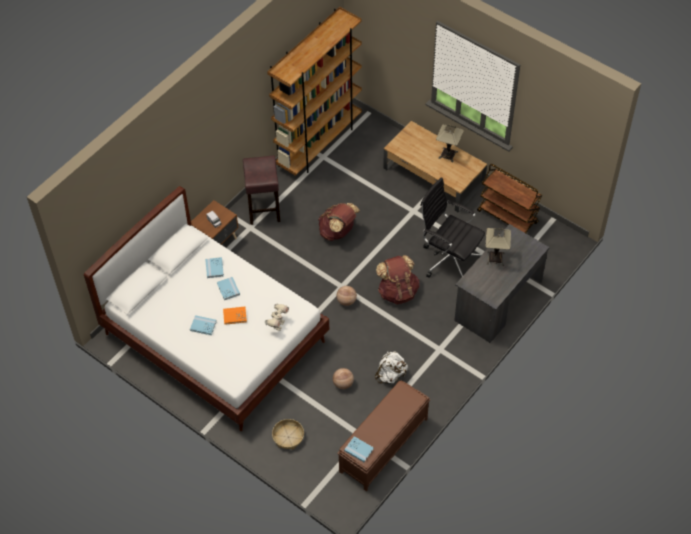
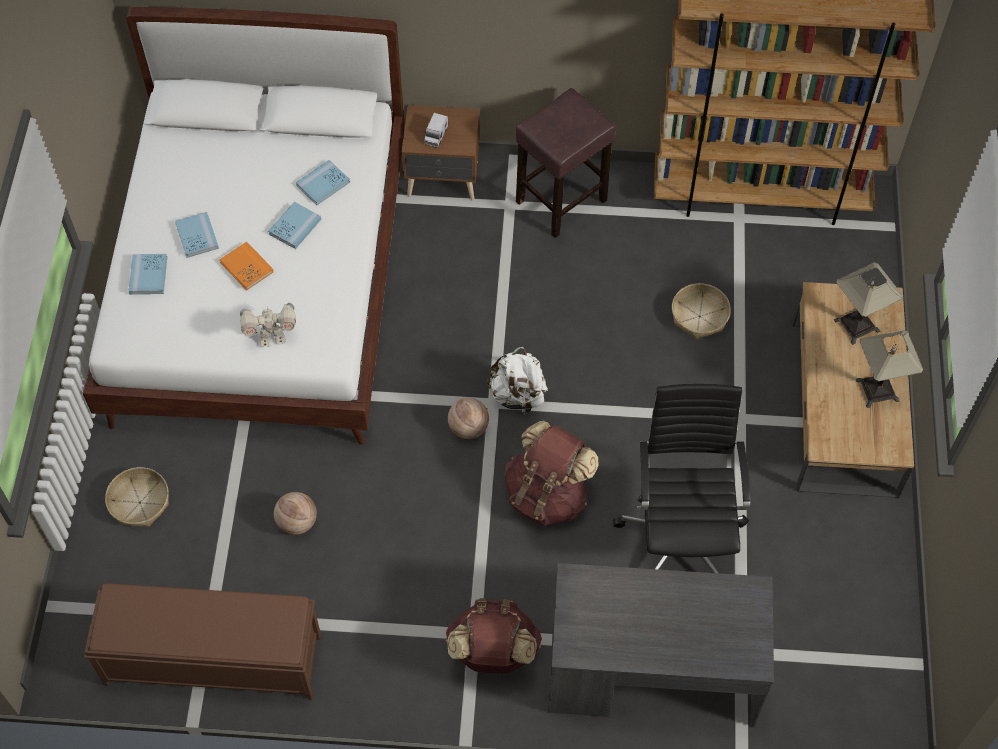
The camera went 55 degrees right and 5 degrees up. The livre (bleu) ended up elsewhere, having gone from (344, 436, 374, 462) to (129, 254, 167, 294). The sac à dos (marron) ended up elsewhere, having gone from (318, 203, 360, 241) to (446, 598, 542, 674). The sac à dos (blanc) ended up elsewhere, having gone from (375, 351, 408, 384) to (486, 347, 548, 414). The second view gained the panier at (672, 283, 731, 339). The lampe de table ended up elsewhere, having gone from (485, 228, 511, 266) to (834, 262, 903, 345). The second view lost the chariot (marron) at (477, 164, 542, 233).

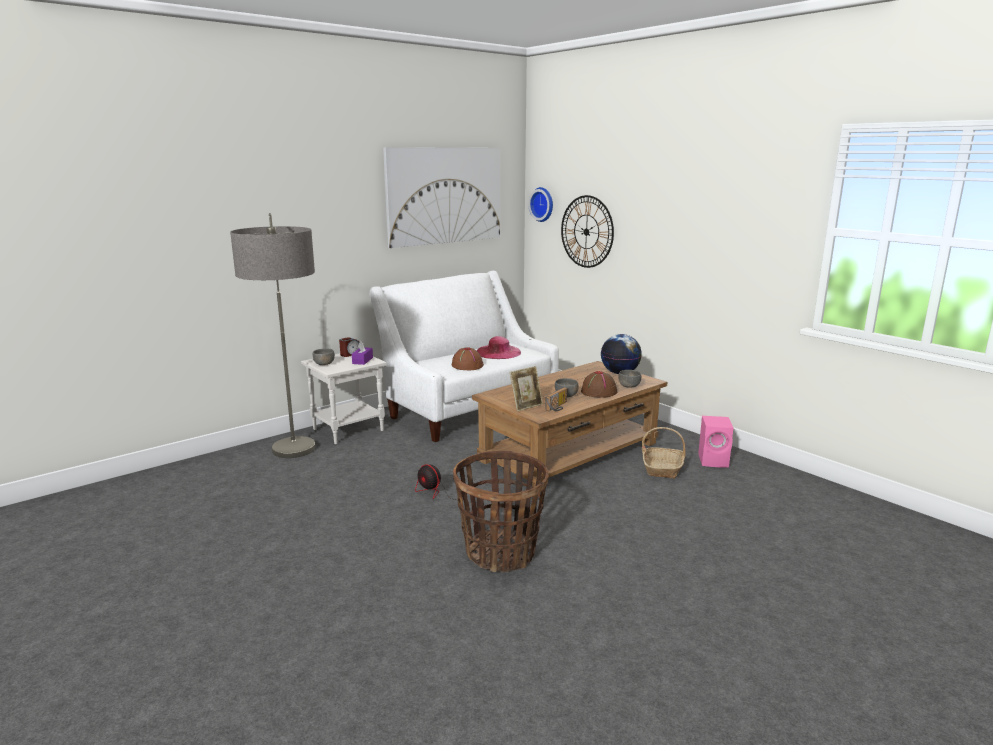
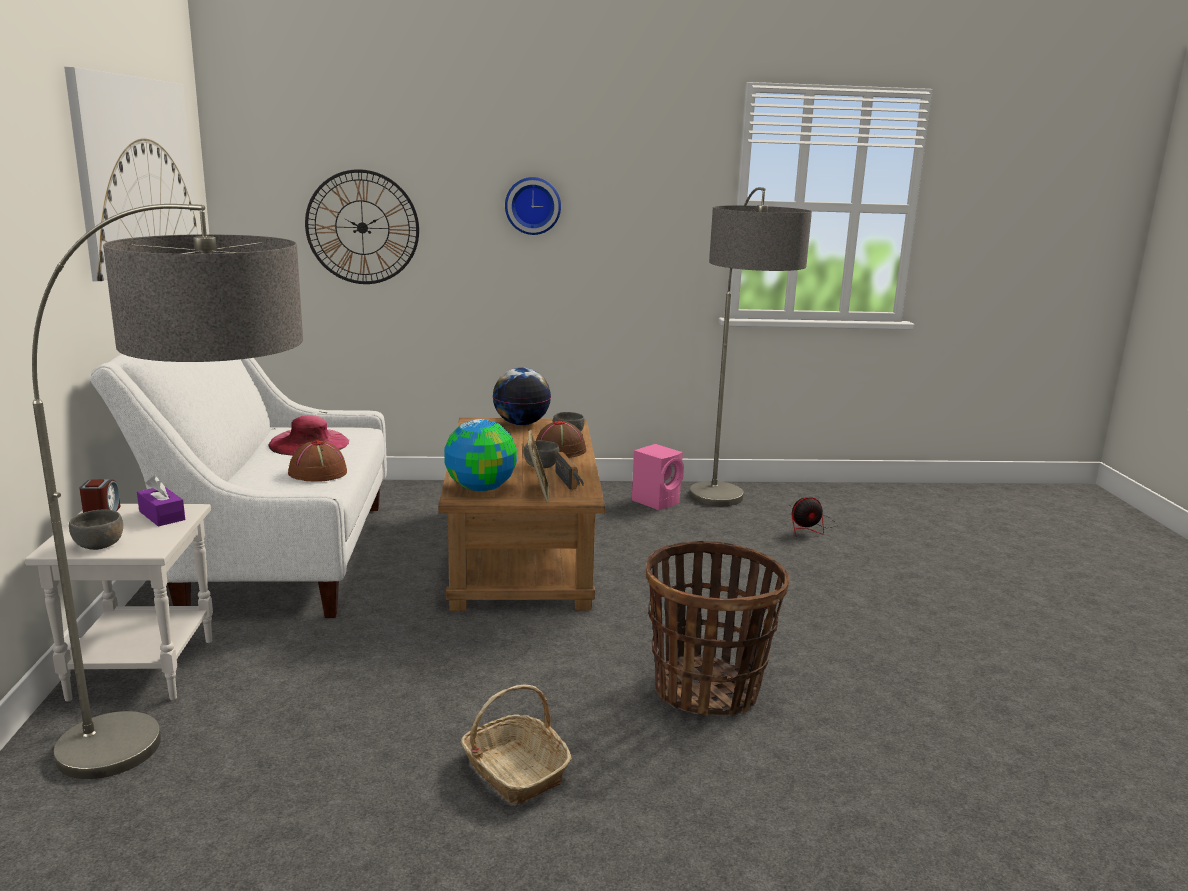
The camera went 55 degrees left and 0 degrees up. The second view gained the globe at (444, 419, 517, 492). The panier ended up elsewhere, having gone from (641, 427, 686, 479) to (461, 685, 572, 805). The horloge murale ended up elsewhere, having gone from (528, 187, 553, 222) to (505, 177, 561, 235). The second view gained the lampadaire at (689, 187, 812, 506). The ventilateur ended up elsewhere, having gone from (415, 464, 476, 500) to (791, 497, 838, 536).

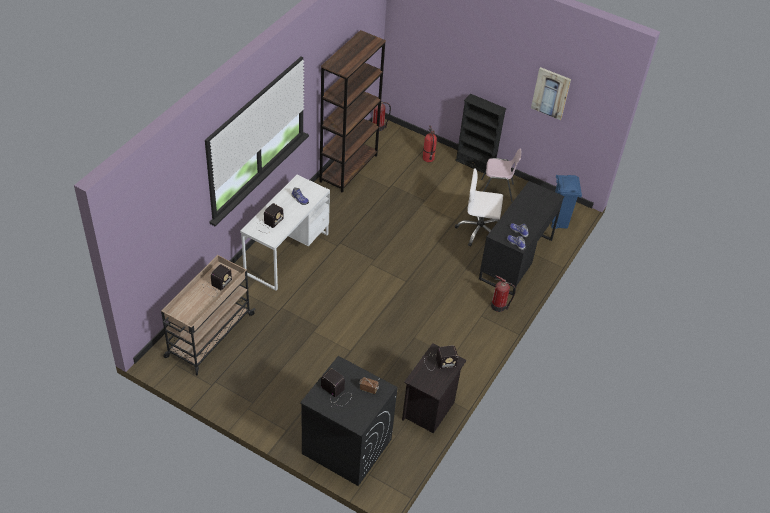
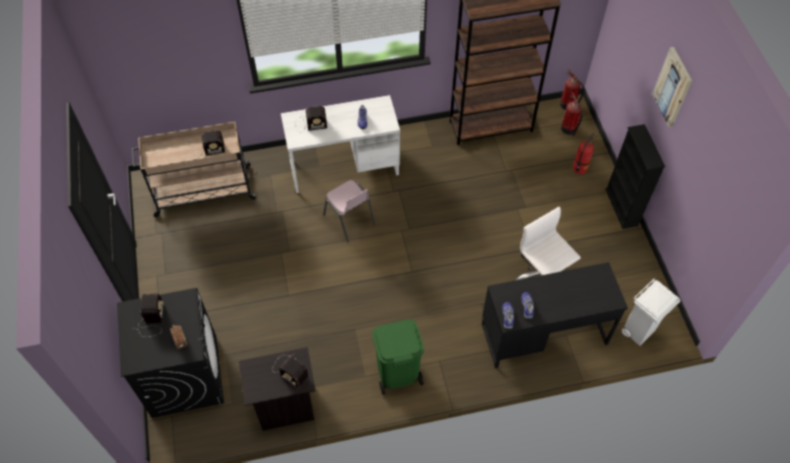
The camera went 50 degrees right and 10 degrees up. The chaise (rose) ended up elsewhere, having gone from (481, 148, 521, 202) to (323, 180, 376, 242). The second view gained the poubelle (vert) at (372, 319, 424, 395). The extincteur ended up elsewhere, having gone from (491, 275, 516, 312) to (561, 92, 582, 136). What was the poubelle (bleu) at (551, 175, 582, 229) turned into the poubelle (blanc) at (622, 279, 681, 346). The tableau ended up elsewhere, having gone from (531, 67, 571, 120) to (652, 47, 692, 127).

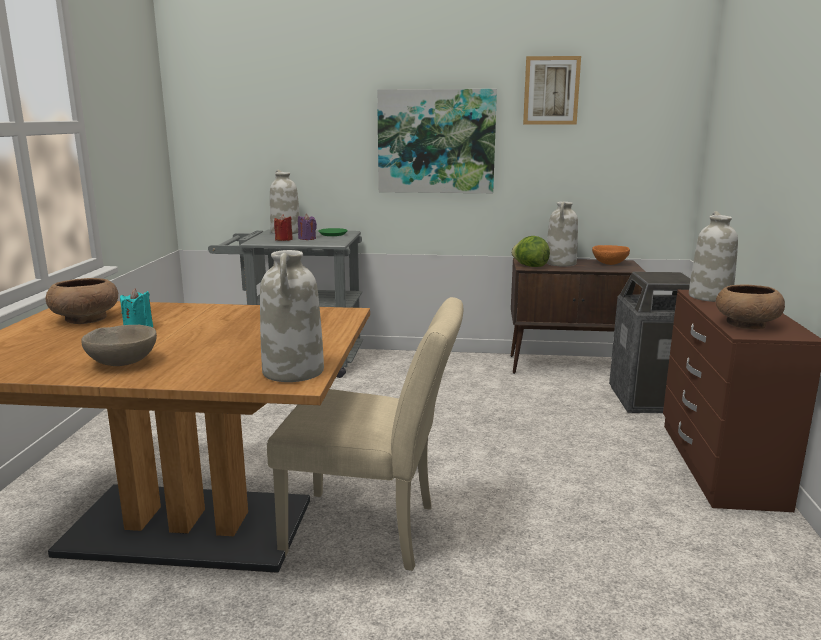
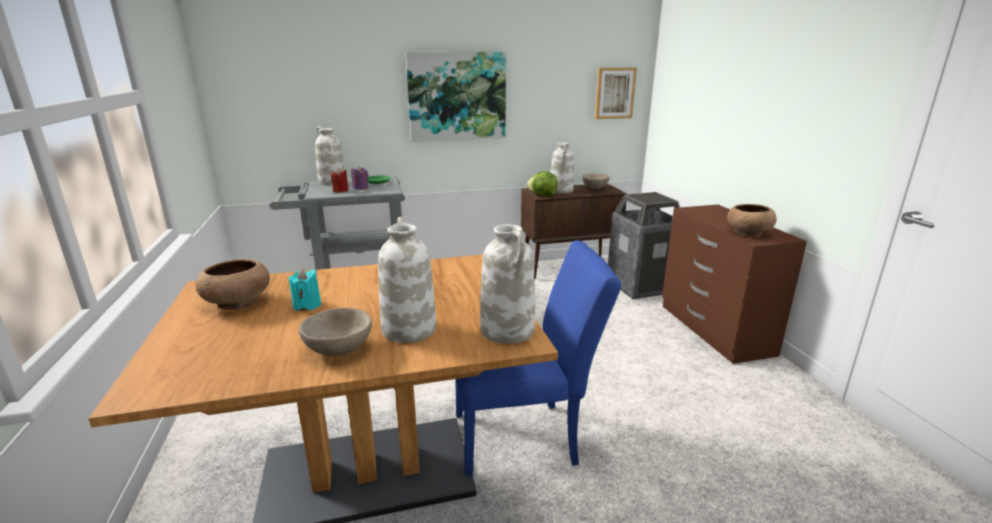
The camera went 20 degrees left and 5 degrees up. The vase (blanc) ended up elsewhere, having gone from (689, 211, 738, 302) to (378, 217, 436, 343). What was the chaise (beige) at (267, 297, 463, 571) turned into the chaise (bleu) at (455, 240, 621, 476). What was the bol (orange) at (592, 245, 630, 265) turned into the bol (beige) at (582, 173, 610, 189). The tableau ended up elsewhere, having gone from (523, 56, 581, 124) to (595, 67, 637, 119).

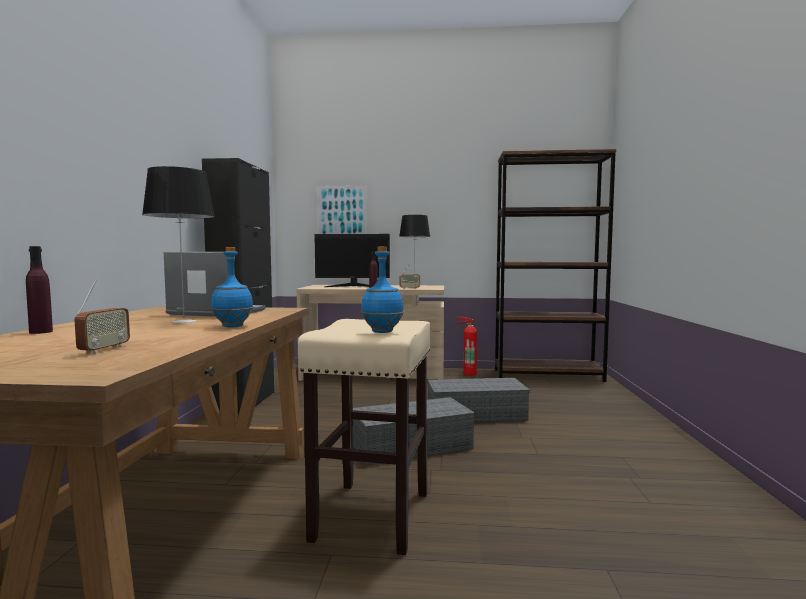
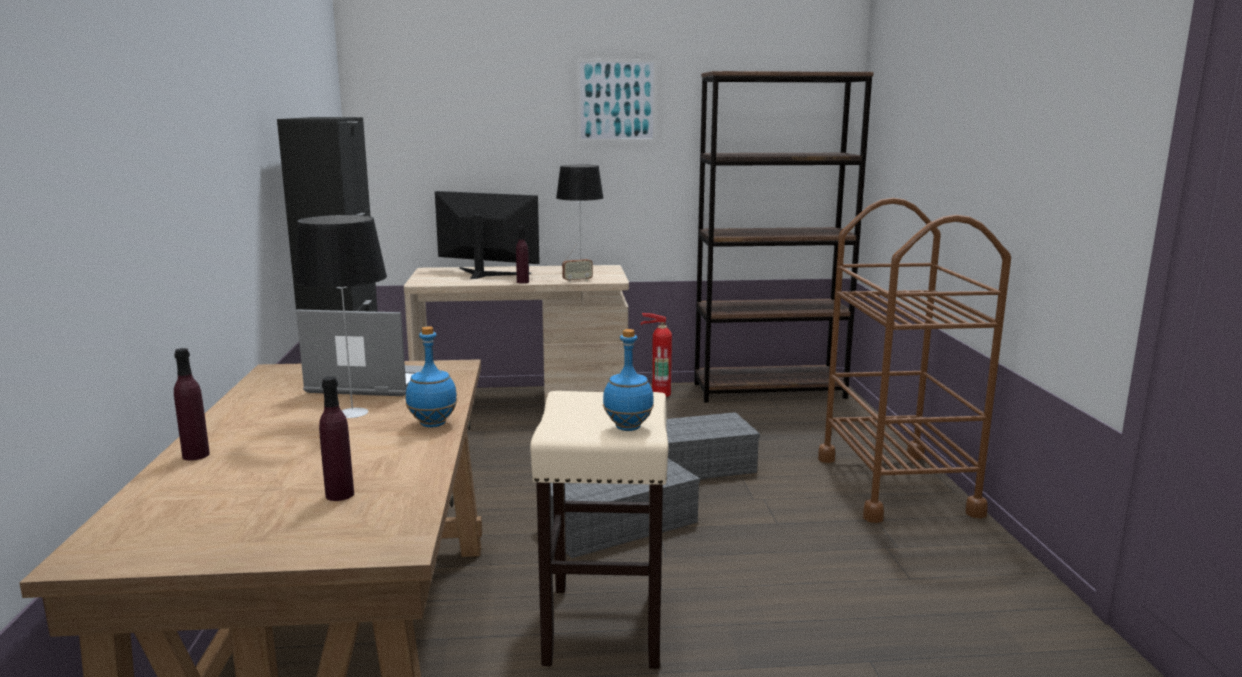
The camera went 10 degrees left and 10 degrees up. Where the radio stood at (74, 280, 130, 354), the bouteille (violet) came to stand at (319, 376, 354, 501). The écran d'ordinateur at (314, 234, 390, 287) ended up facing another way, 150 degrees counterclockwise from before. The tableau ended up elsewhere, having gone from (317, 186, 367, 234) to (577, 59, 657, 142). The second view gained the chariot (marron) at (818, 198, 1011, 523).

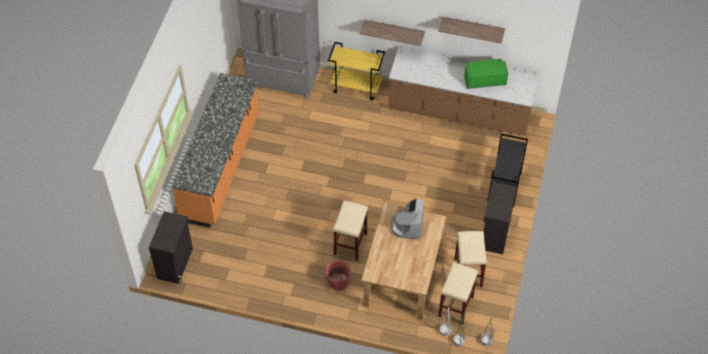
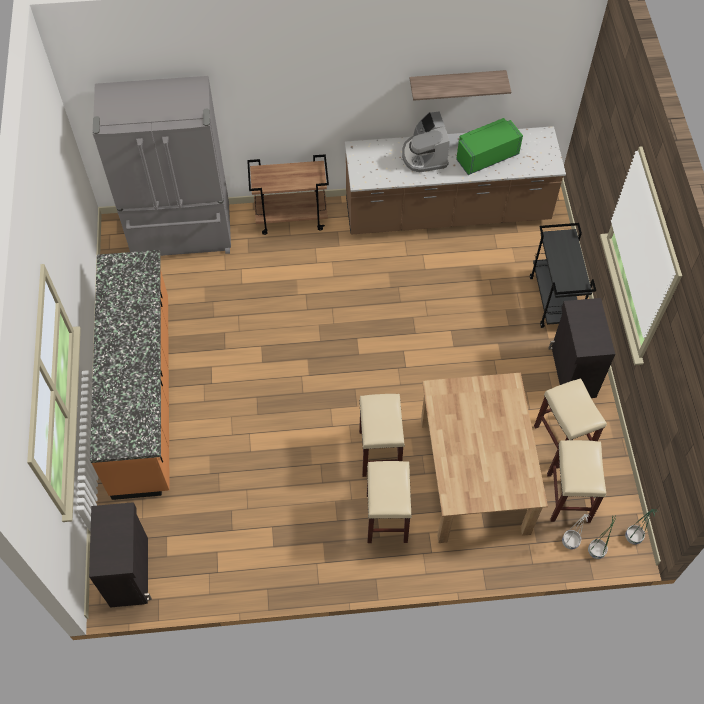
The camera went 20 degrees left and 5 degrees up. What was the chariot (jaune) at (328, 42, 385, 101) turned into the chariot (marron) at (247, 154, 329, 235). Where the seau (rouge) stood at (326, 260, 351, 290), the tabouret (beige) came to stand at (367, 461, 412, 543). The machine à café ended up elsewhere, having gone from (391, 198, 424, 239) to (402, 111, 450, 172). The second view lost the étagère at (360, 20, 425, 46).

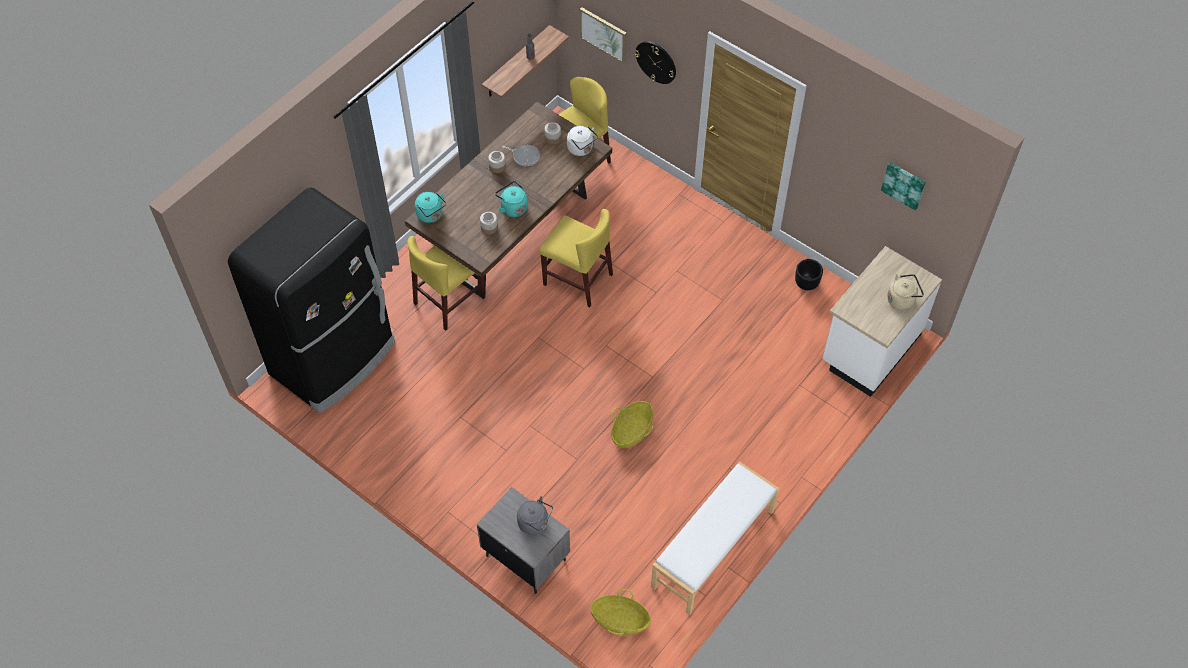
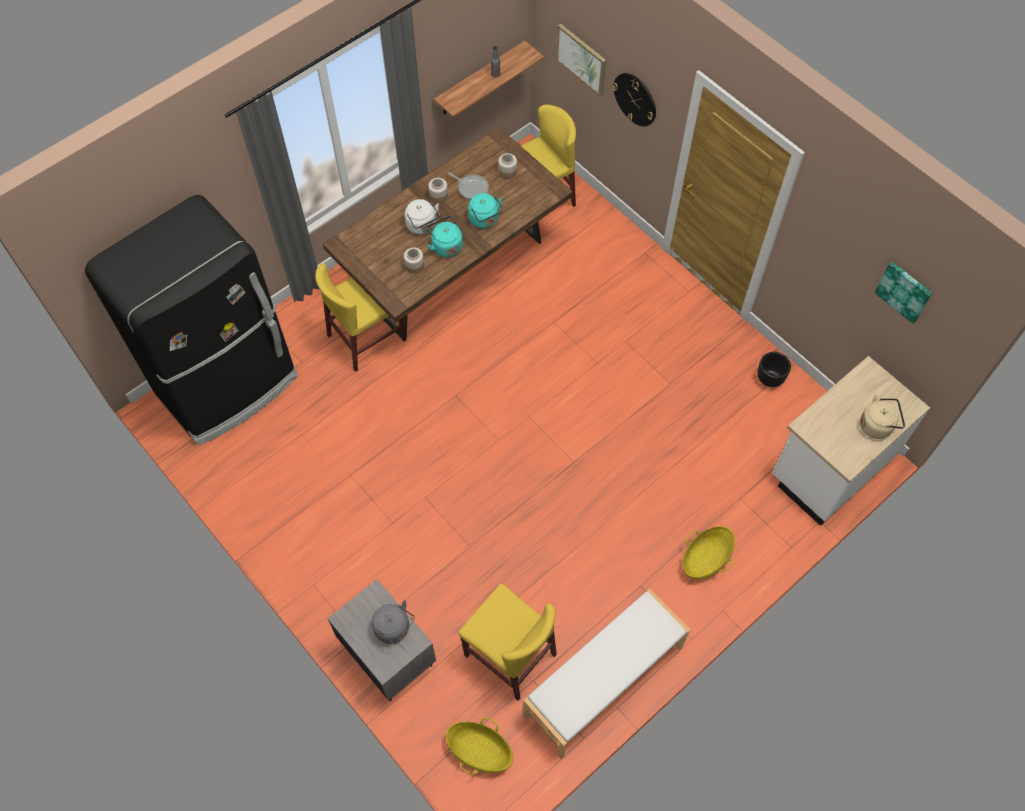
The camera went 10 degrees right and 5 degrees up. The bouilloire (blanc) ended up elsewhere, having gone from (567, 126, 598, 156) to (405, 199, 440, 235). The chaise (jaune) ended up elsewhere, having gone from (539, 209, 613, 307) to (458, 584, 557, 701). The bouilloire (turquoise) ended up elsewhere, having gone from (415, 192, 446, 223) to (468, 193, 504, 229). The panier ended up elsewhere, having gone from (611, 401, 653, 448) to (683, 526, 735, 579).

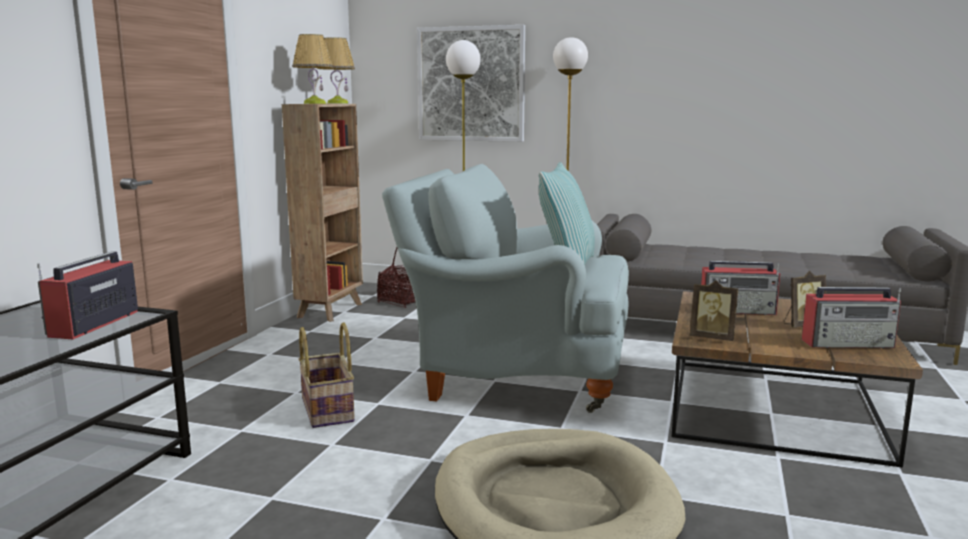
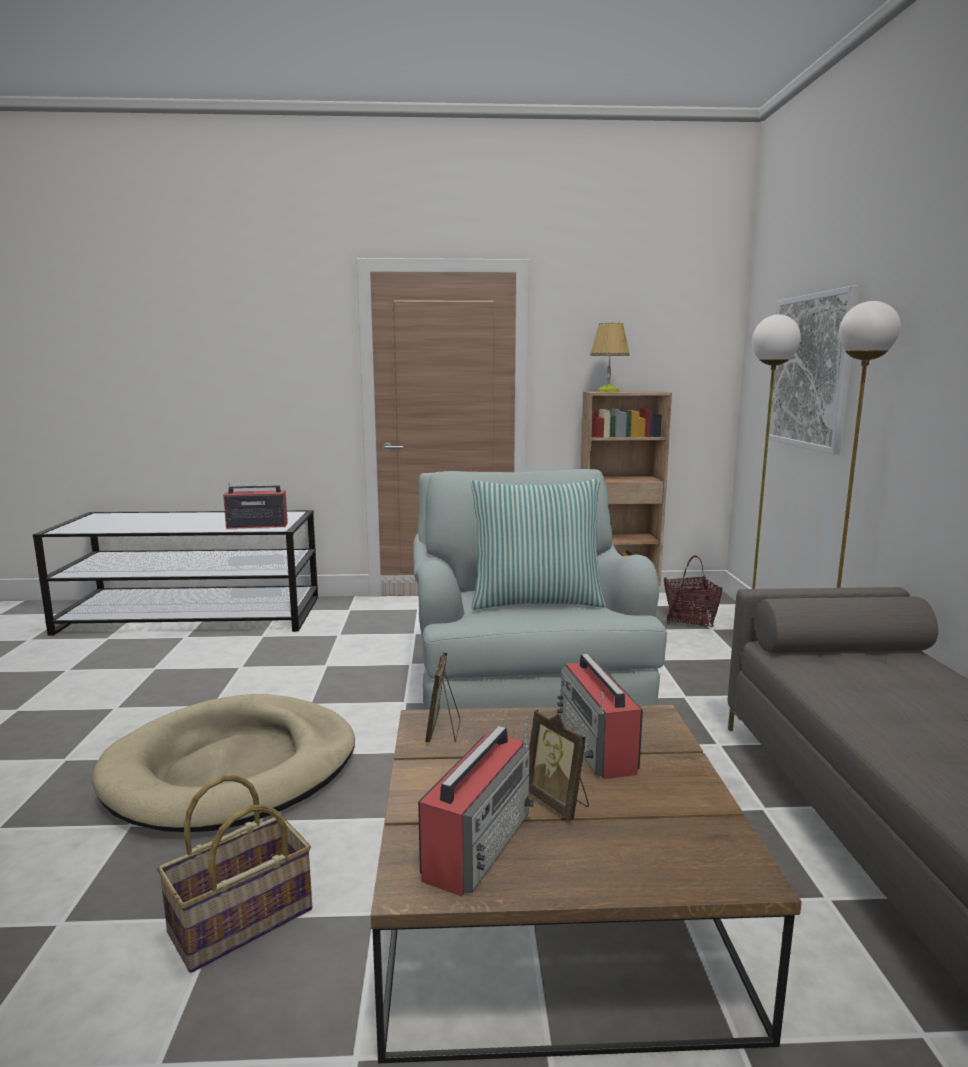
The camera went 70 degrees right and 0 degrees up. The panier ended up elsewhere, having gone from (298, 322, 355, 428) to (157, 775, 312, 973). The radio at (802, 287, 901, 348) ended up facing another way, 135 degrees counterclockwise from before. The second view lost the lampe de table at (317, 37, 355, 104).

